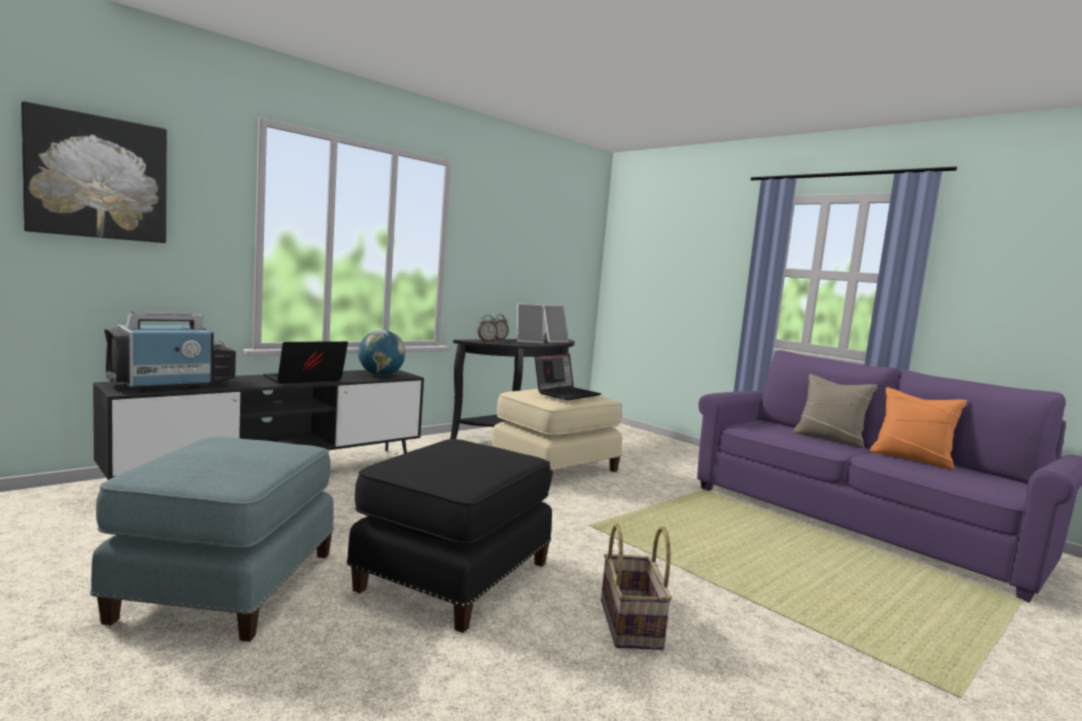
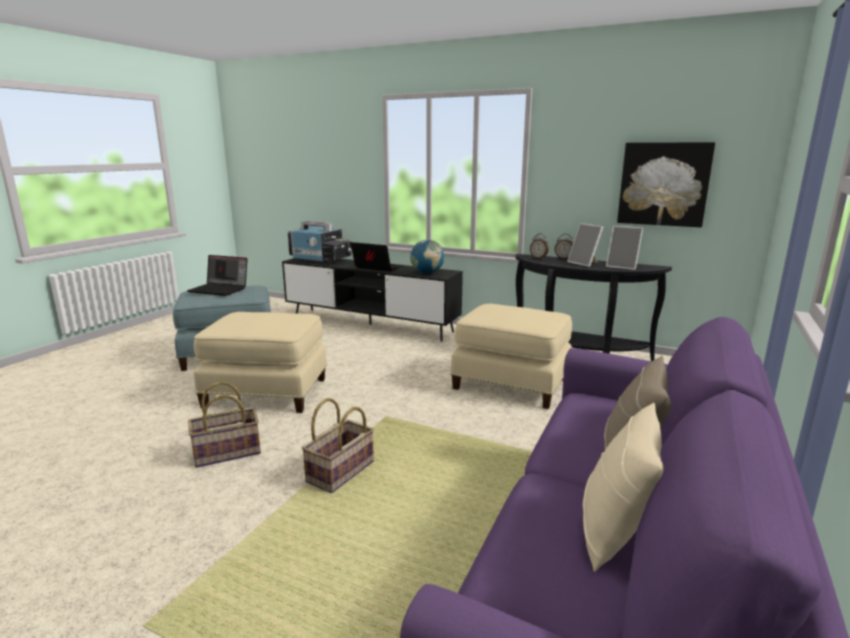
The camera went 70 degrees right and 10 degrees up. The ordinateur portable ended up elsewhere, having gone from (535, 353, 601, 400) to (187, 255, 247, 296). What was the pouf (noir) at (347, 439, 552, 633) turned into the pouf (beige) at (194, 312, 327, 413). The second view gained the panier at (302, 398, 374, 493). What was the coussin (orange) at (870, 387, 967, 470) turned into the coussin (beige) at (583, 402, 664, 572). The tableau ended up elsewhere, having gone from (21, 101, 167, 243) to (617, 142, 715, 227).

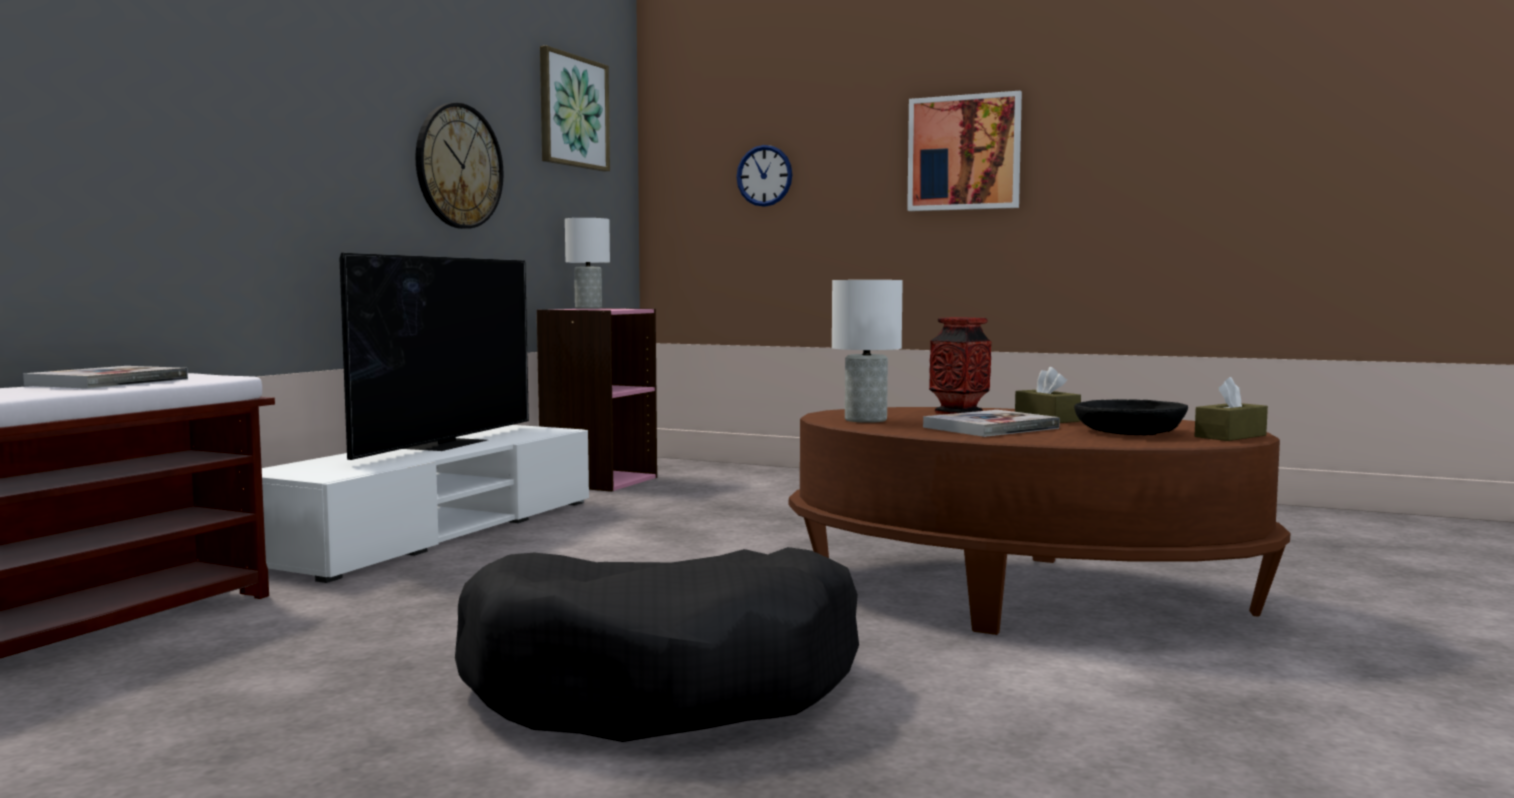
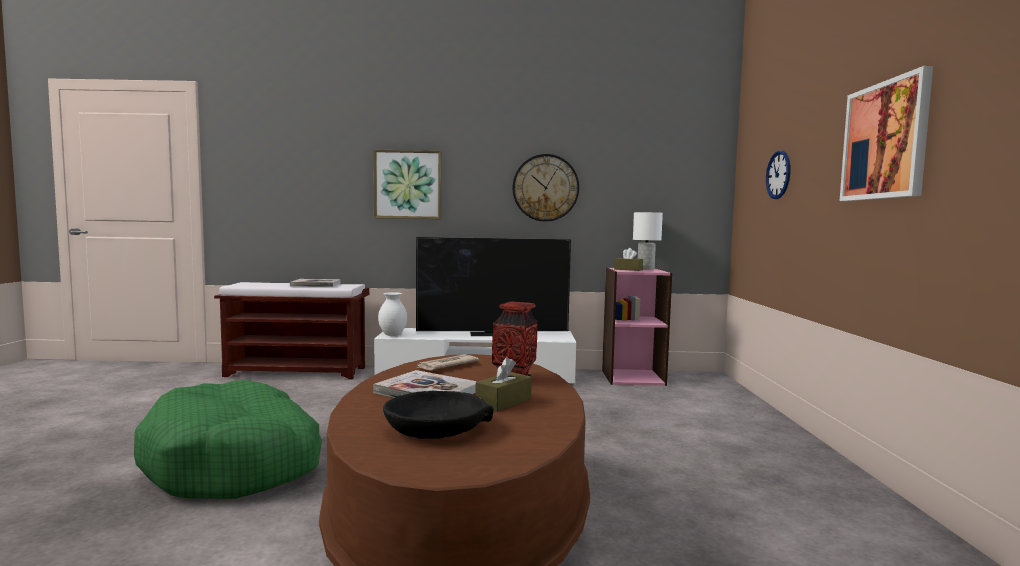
The camera went 65 degrees right and 0 degrees up. What was the panier pour chien (noir) at (455, 547, 859, 742) turned into the panier pour chien (vert) at (134, 380, 322, 499). The tableau ended up elsewhere, having gone from (540, 46, 610, 172) to (373, 149, 442, 219). The second view gained the vase (blanc) at (378, 292, 407, 336). Where the lampe de table (blanc) stood at (832, 280, 903, 423), the journal came to stand at (416, 355, 479, 370). The boîte à mouchoirs (marron) ended up elsewhere, having gone from (1195, 377, 1268, 441) to (614, 248, 643, 271).

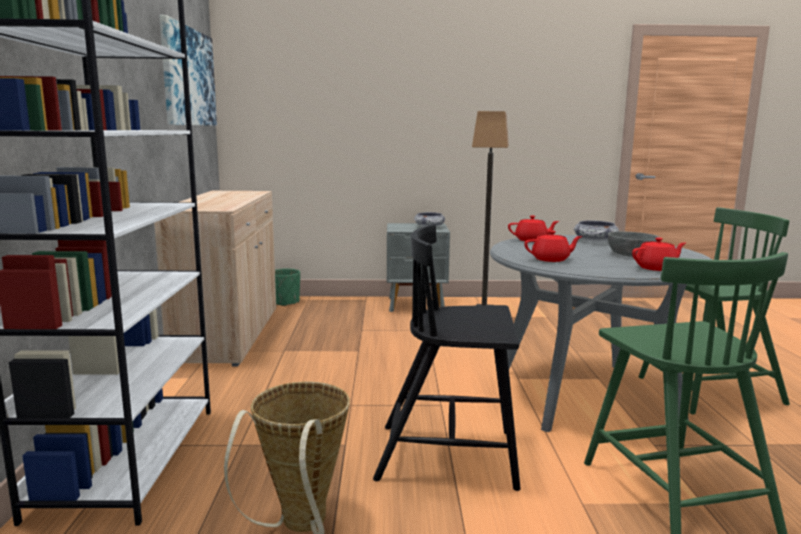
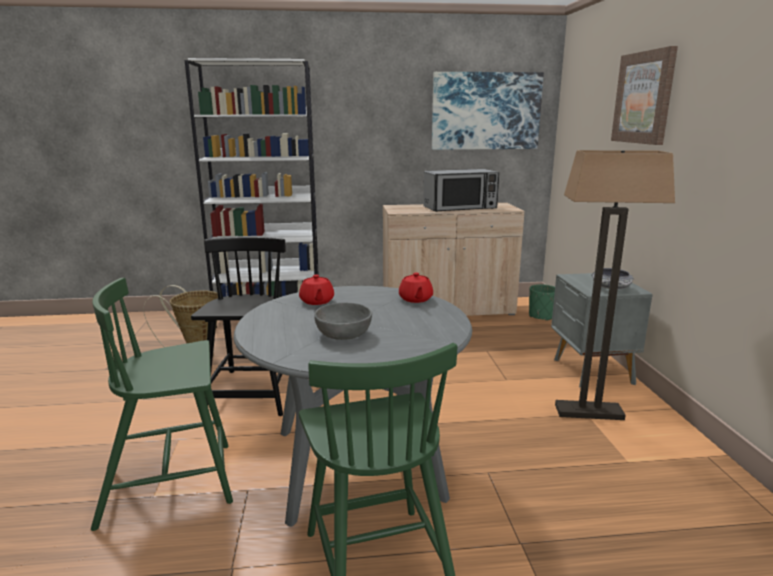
The camera went 85 degrees right and 5 degrees up. The second view gained the micro-ondes at (423, 169, 499, 212). The second view gained the tableau at (611, 46, 678, 145). The second view lost the bol at (574, 220, 619, 242). The second view lost the théière (rouge) at (632, 237, 686, 271).

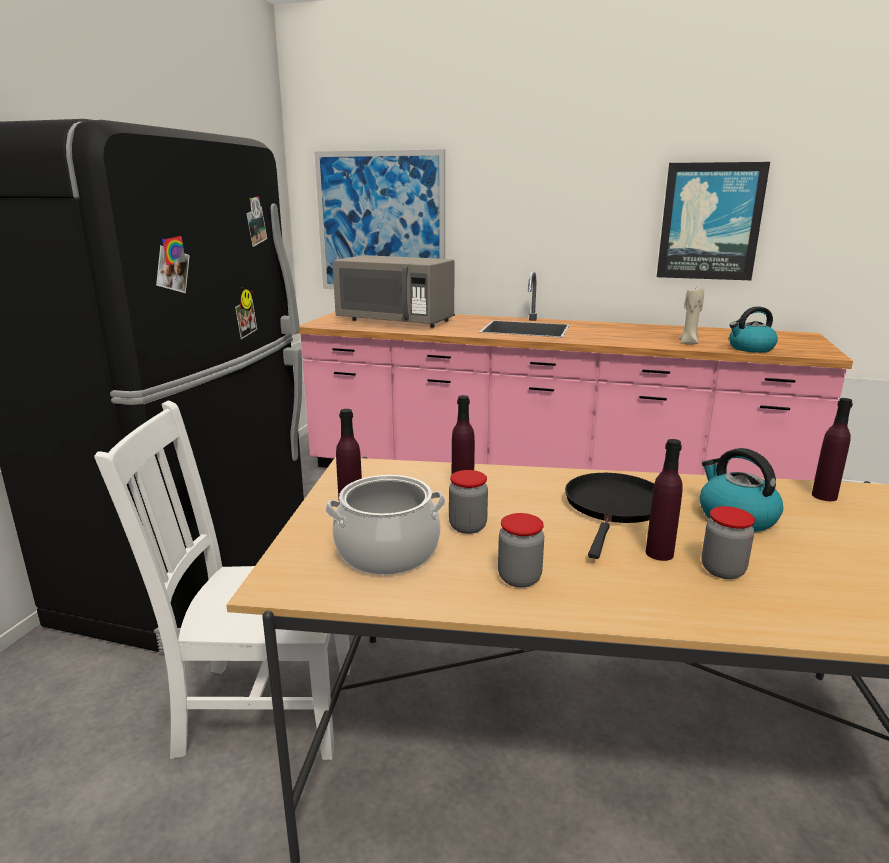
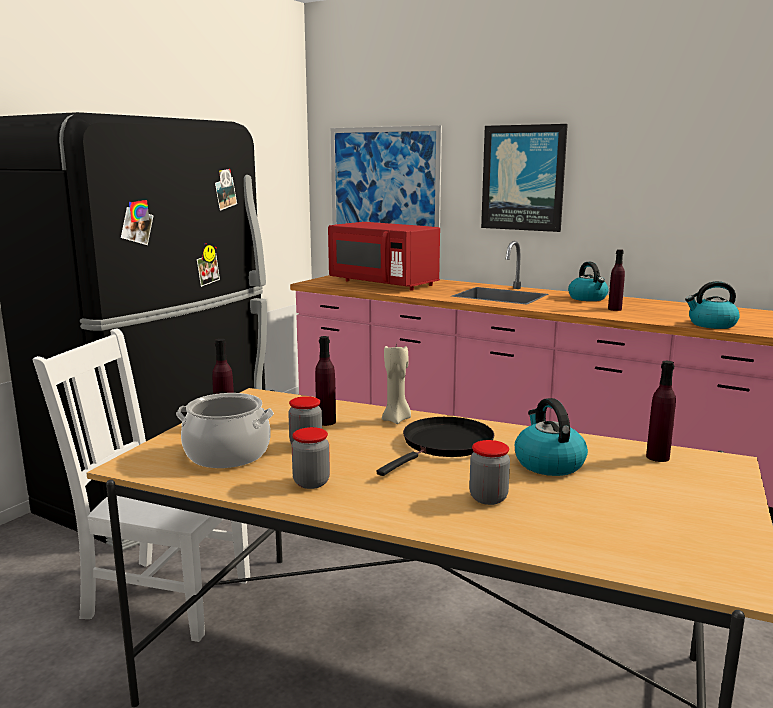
The camera went 15 degrees right and 5 degrees down. What was the micro-ondes (gris) at (333, 255, 455, 328) turned into the micro-ondes (rouge) at (328, 222, 440, 290). The bougie (beige) ended up elsewhere, having gone from (679, 289, 704, 344) to (382, 345, 411, 424). The tableau ended up elsewhere, having gone from (657, 162, 770, 280) to (481, 124, 568, 232). The second view gained the bouilloire at (568, 262, 608, 301). The bouteille (violet) ended up elsewhere, having gone from (646, 439, 683, 561) to (608, 249, 625, 311).

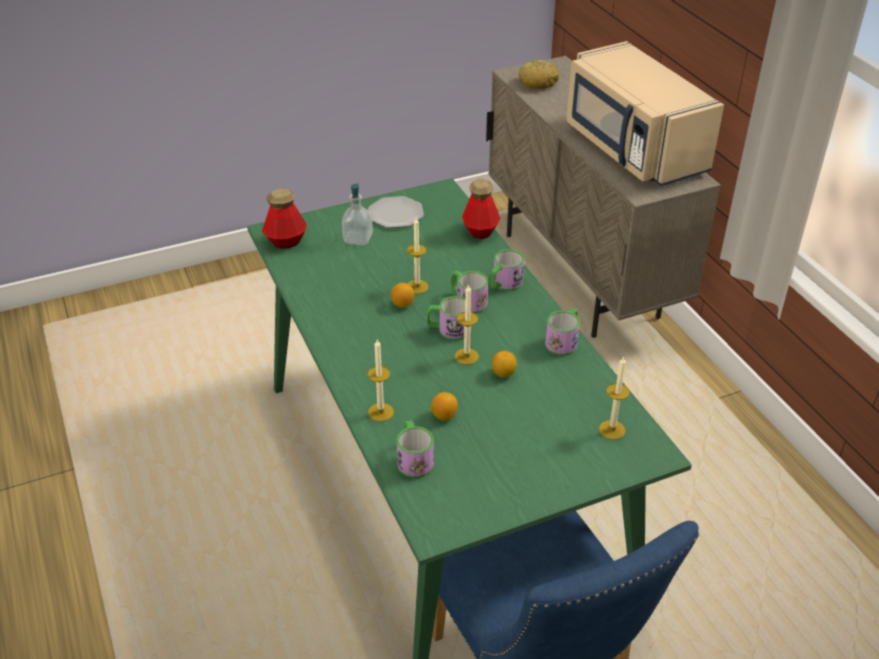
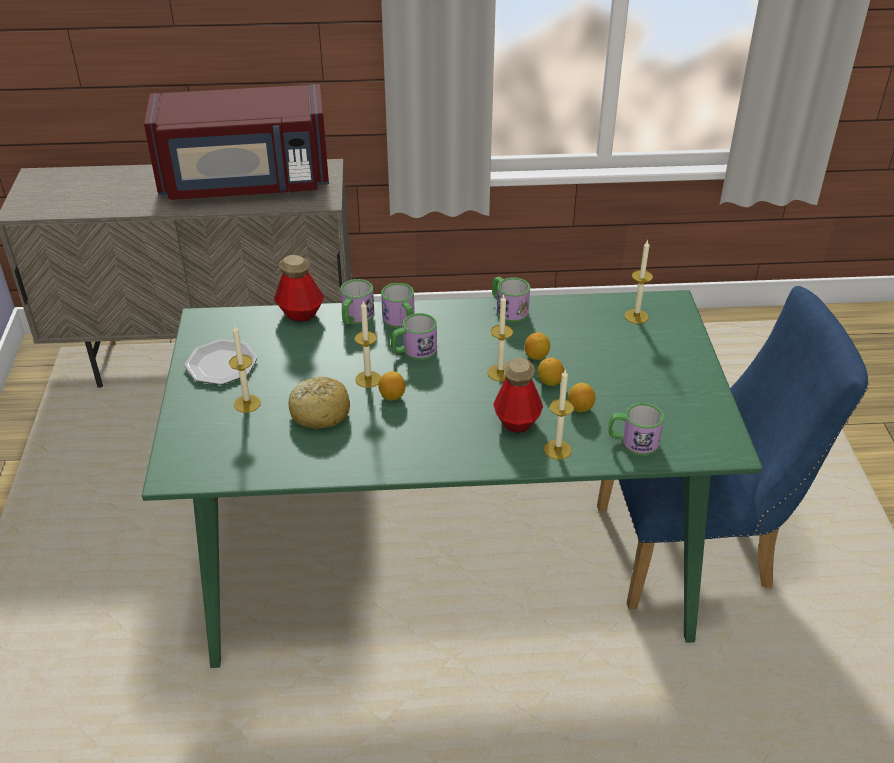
The camera went 70 degrees left and 0 degrees up. What was the micro-ondes (beige) at (567, 41, 724, 186) turned into the micro-ondes (rouge) at (144, 84, 329, 200). Where the distributeur de savon stood at (342, 183, 373, 245), the bougie came to stand at (229, 324, 261, 413). The pain ended up elsewhere, having gone from (519, 60, 559, 89) to (288, 377, 350, 429). The mug ended up elsewhere, having gone from (426, 296, 472, 340) to (341, 279, 374, 324). The bouteille ended up elsewhere, having gone from (262, 189, 307, 248) to (493, 357, 543, 433). The second view gained the citron at (538, 358, 564, 386).

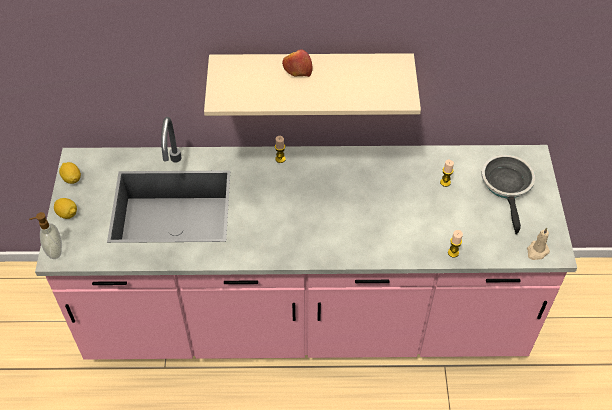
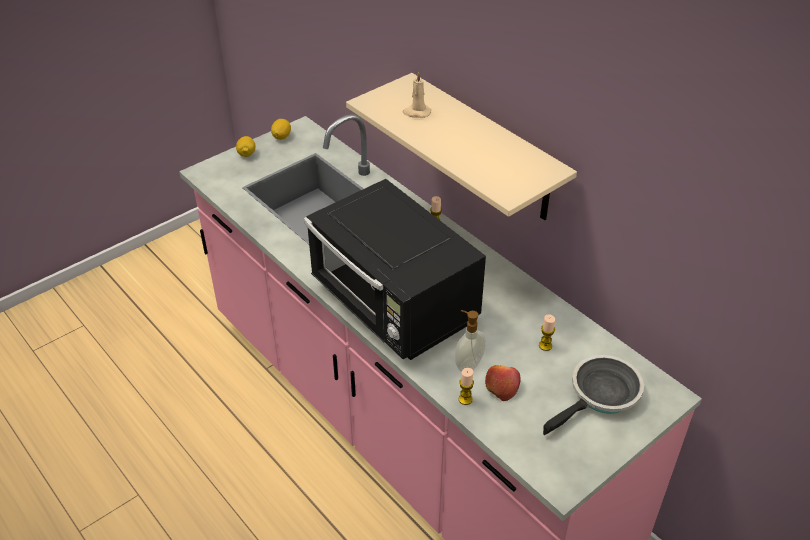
The camera went 50 degrees right and 10 degrees down. The second view gained the micro-ondes (noir) at (304, 179, 486, 360). The bougie (beige) ended up elsewhere, having gone from (527, 228, 550, 260) to (403, 71, 431, 118). The distributeur de savon ended up elsewhere, having gone from (29, 212, 62, 259) to (455, 310, 486, 372). The pomme ended up elsewhere, having gone from (282, 49, 313, 77) to (485, 365, 521, 401).

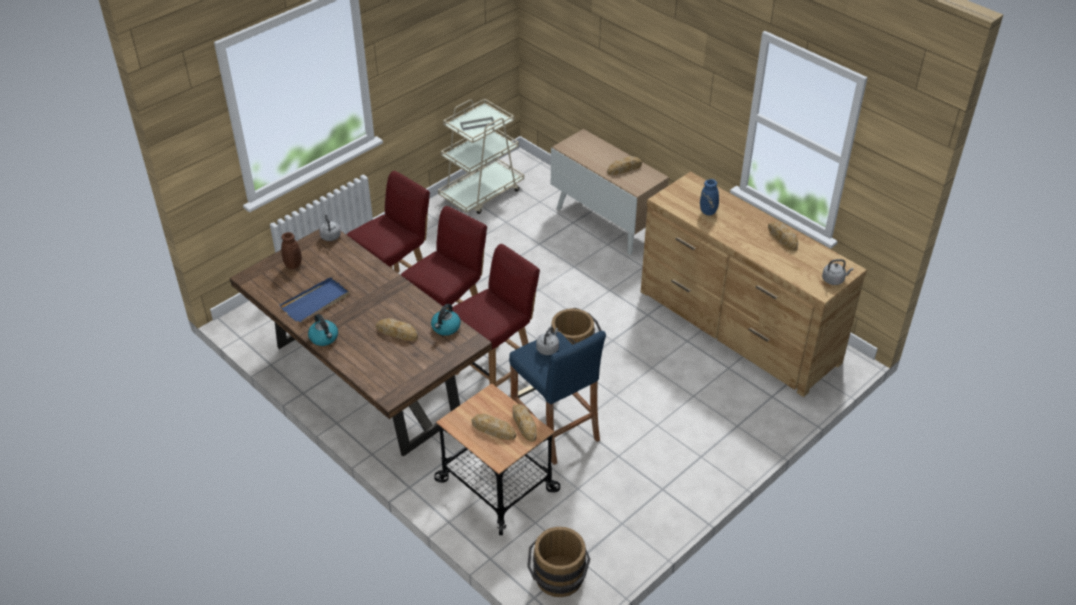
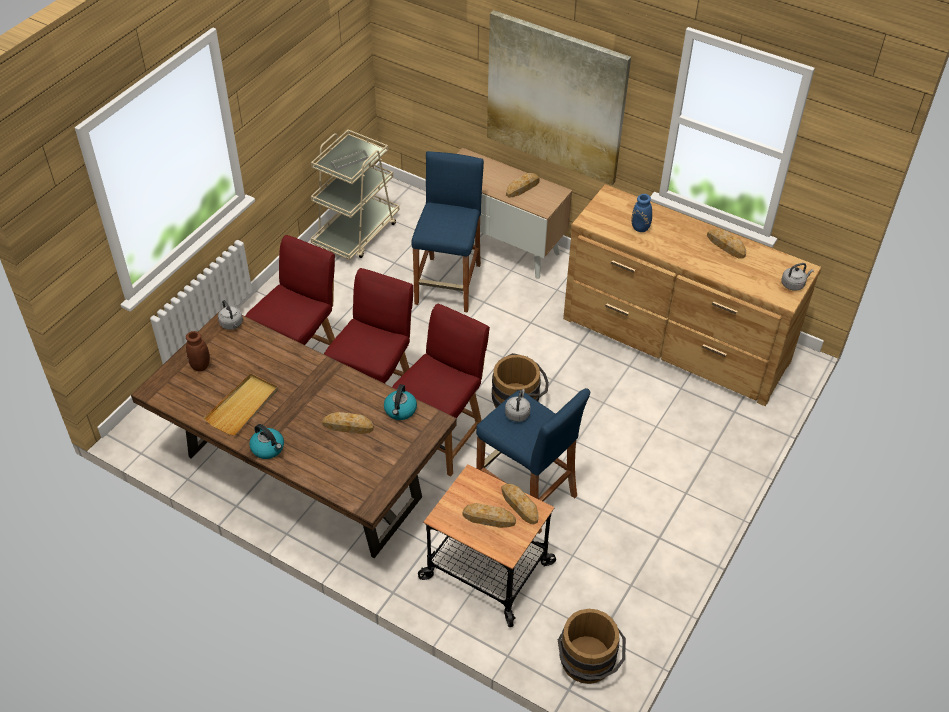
The camera went 15 degrees left and 5 degrees up. What was the plateau (bleu) at (279, 277, 349, 323) turned into the plateau (beige) at (204, 373, 278, 436). The second view gained the tabouret (bleu) at (411, 151, 484, 312). The second view gained the tableau at (487, 10, 631, 185).

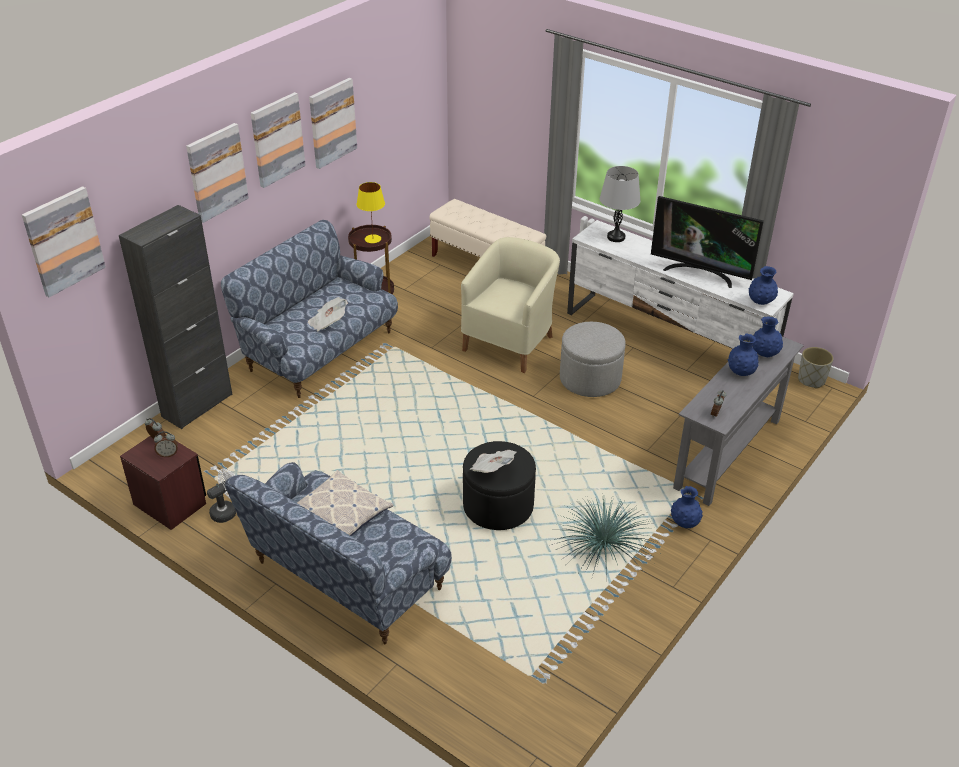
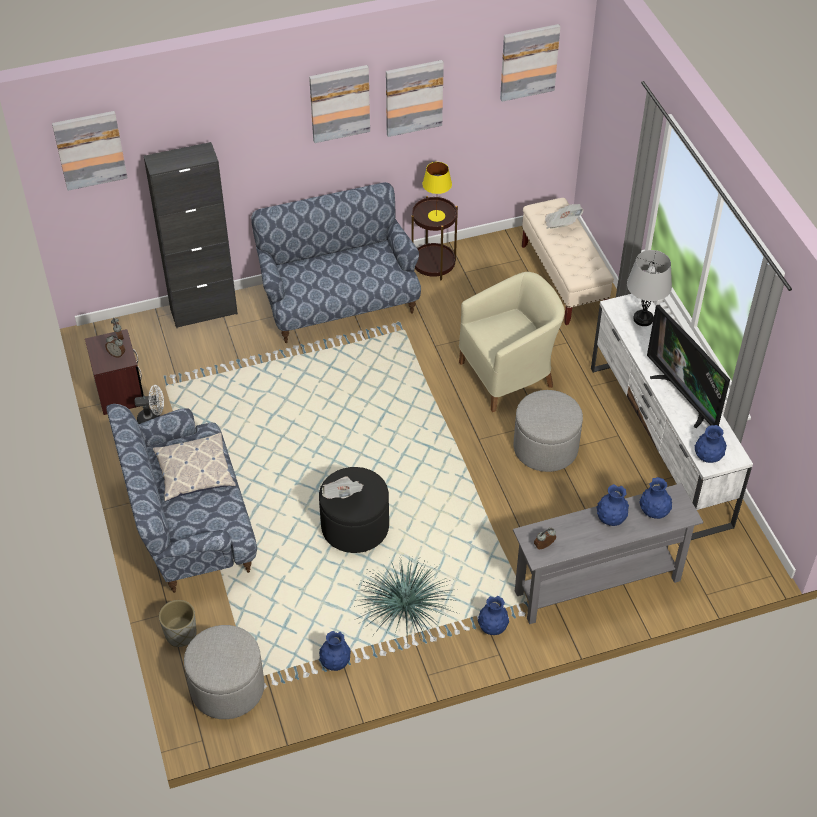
The camera went 35 degrees right and 10 degrees up. The cache-pot (gris) ended up elsewhere, having gone from (798, 347, 833, 389) to (159, 600, 197, 647). The second view gained the pouf (gris) at (184, 625, 265, 719). The second view gained the vase (bleu) at (319, 631, 351, 671). The tableau ended up elsewhere, having gone from (186, 123, 249, 223) to (500, 24, 560, 102). The journal ended up elsewhere, having gone from (308, 297, 348, 331) to (545, 204, 583, 229).

